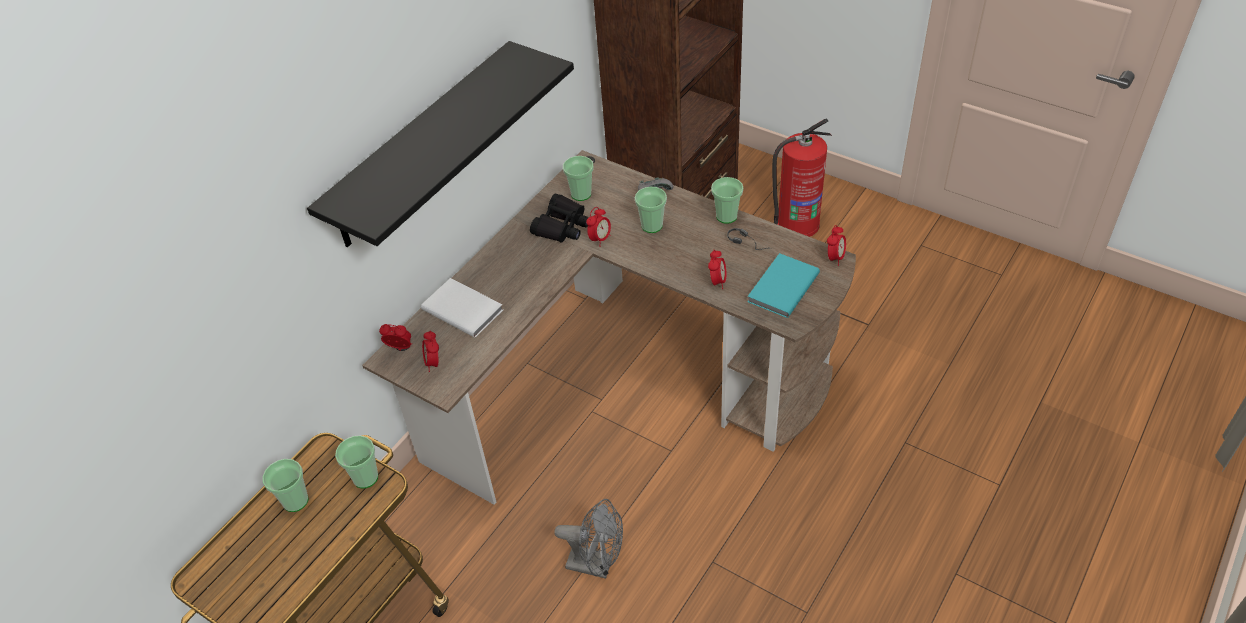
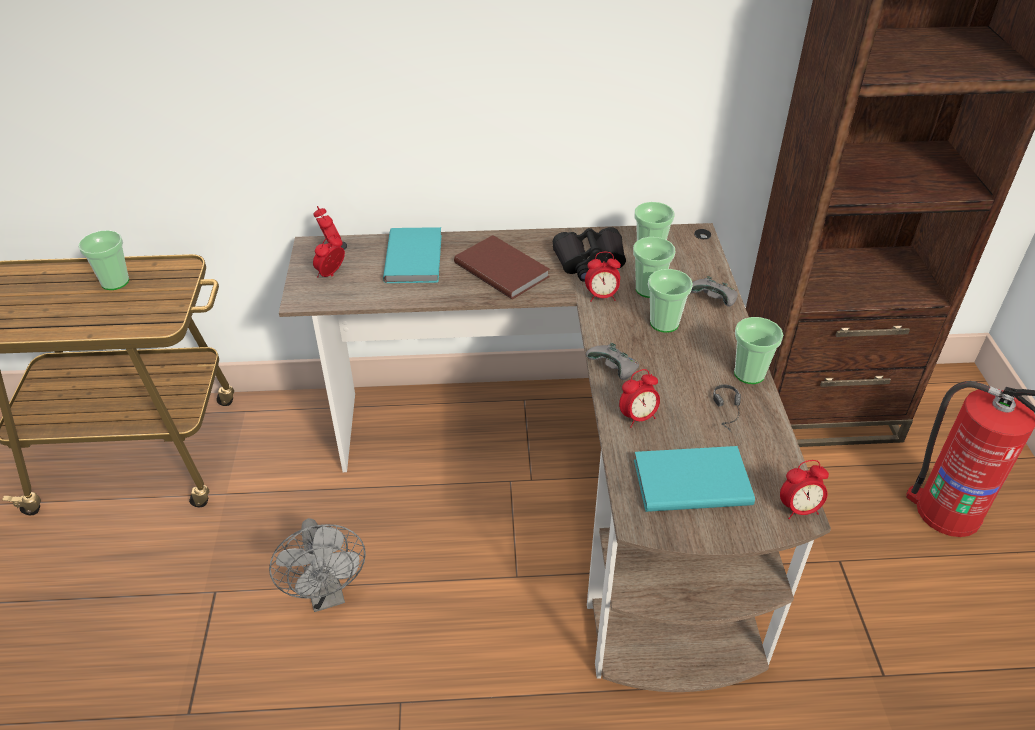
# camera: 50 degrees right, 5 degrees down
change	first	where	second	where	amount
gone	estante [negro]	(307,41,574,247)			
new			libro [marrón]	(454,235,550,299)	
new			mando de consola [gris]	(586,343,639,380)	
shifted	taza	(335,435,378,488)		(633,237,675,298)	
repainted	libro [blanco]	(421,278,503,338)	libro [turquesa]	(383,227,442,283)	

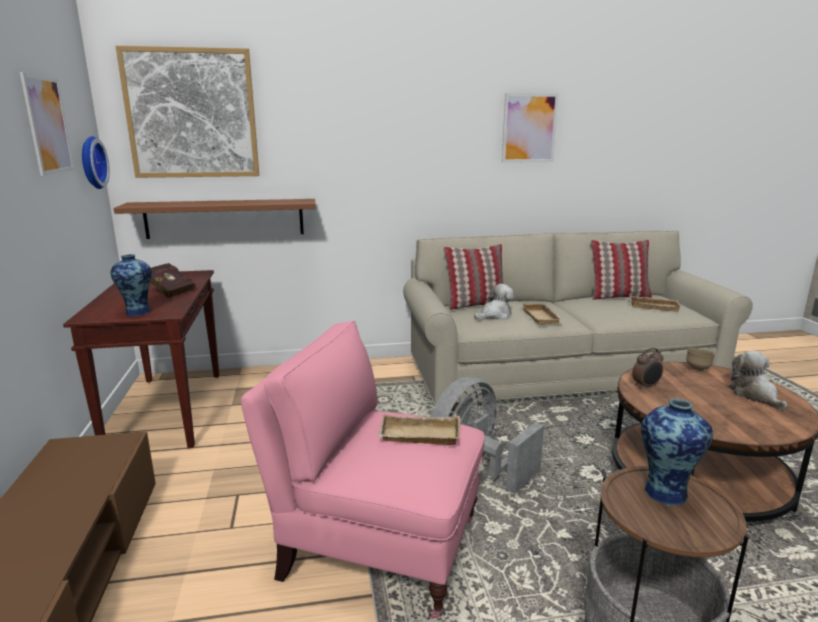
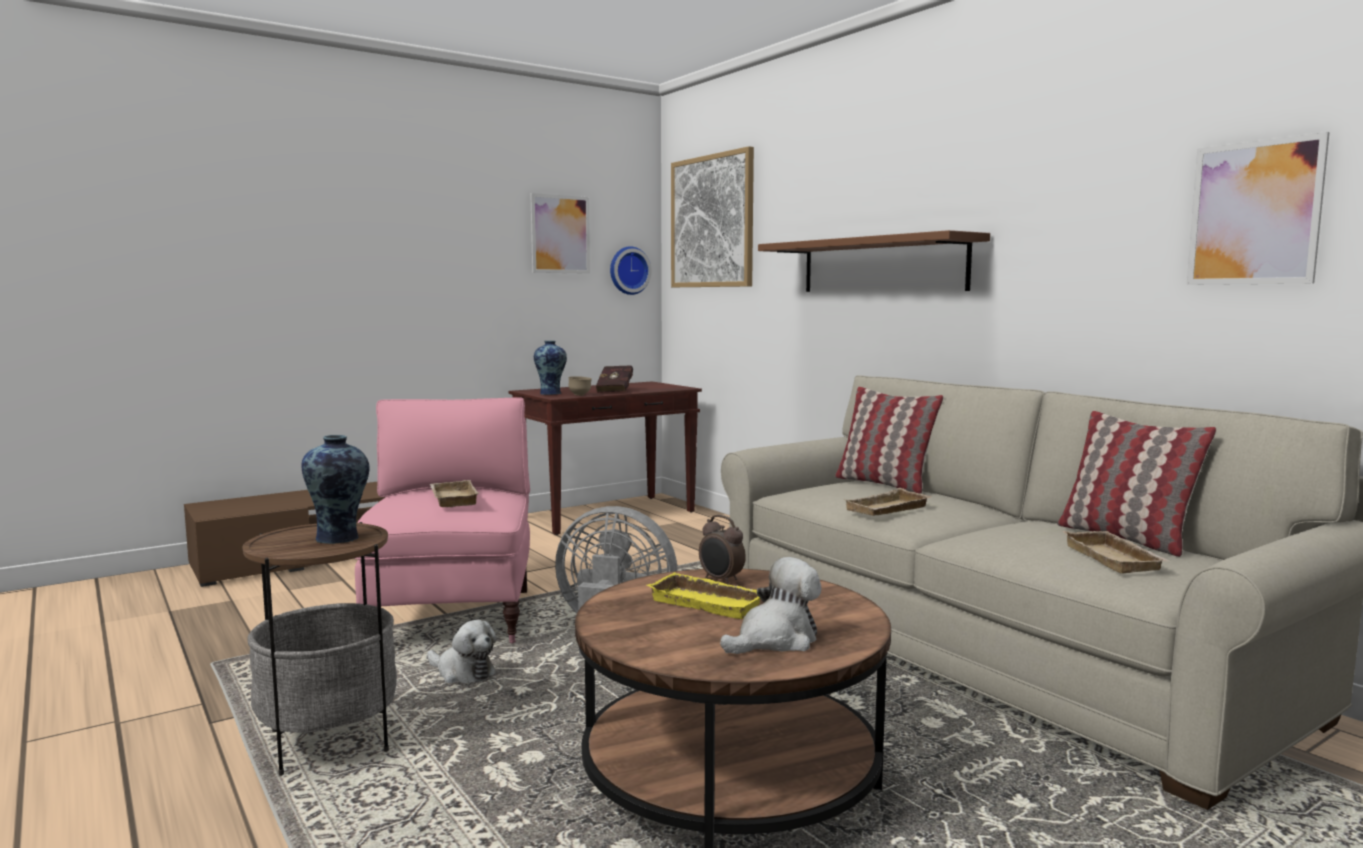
# camera: 65 degrees right, 10 degrees down
change	first	where	second	where	amount
new			bandeja [amarillo]	(646,572,760,619)	
shifted	estante [marrón]	(113,199,316,239)		(758,230,990,292)	
shifted	peluche	(474,284,514,320)		(427,620,497,683)	
shifted	cuadro	(502,93,559,163)		(1187,132,1330,285)	
shifted	cuenco [marrón]	(686,348,715,371)		(568,376,592,396)	

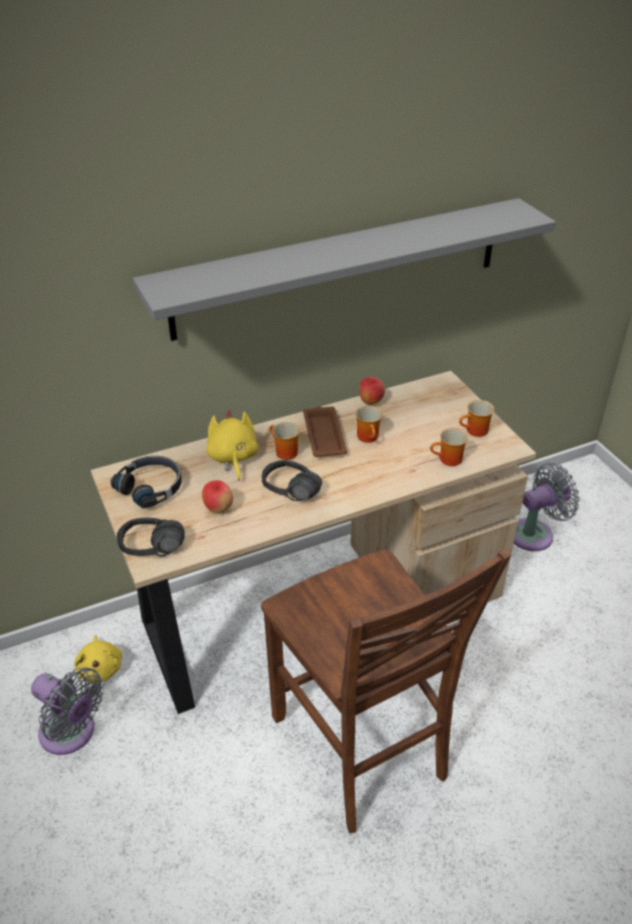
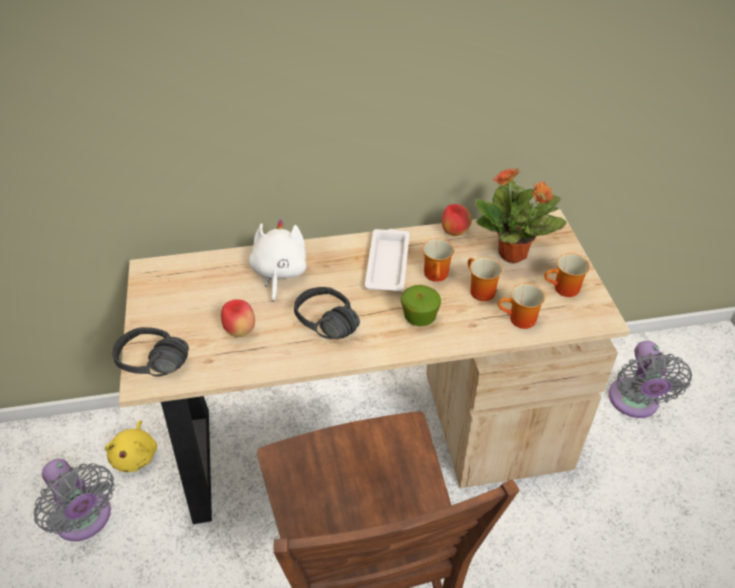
# camera: 15 degrees right, 5 degrees up
change	first	where	second	where	amount
gone	auriculares [negro]	(110,456,182,509)			
gone	estante [gris]	(133,198,556,341)			
new			manzana	(401,285,441,326)	
new			planta en maceta	(474,168,566,263)	
shifted	taza grande	(270,422,300,460)		(468,257,503,301)	
repainted	peluche [amarillo]	(206,410,258,481)	peluche [blanco]	(249,219,307,302)	
repainted	bandeja [marrón]	(303,407,347,457)	bandeja [blanco]	(365,229,410,291)	
rotated	ventilador [gris]	(514,463,580,551)		(609,341,692,418)	105 degrees clockwise

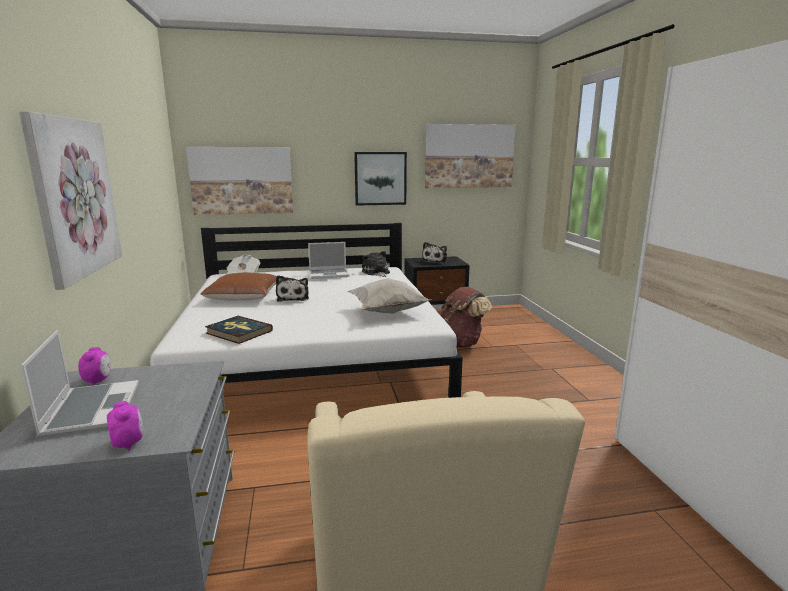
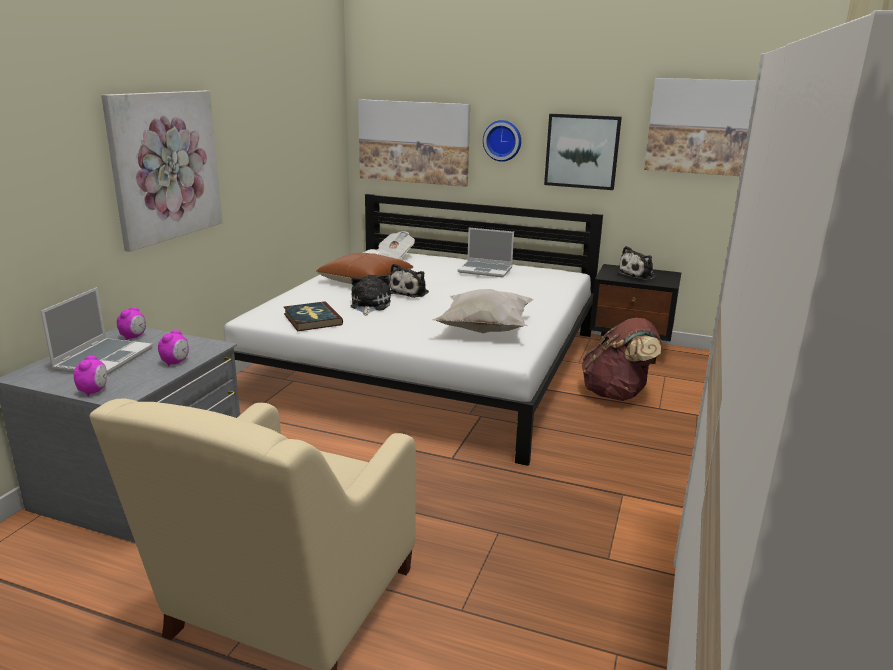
# camera: 30 degrees right, 5 degrees up
change	first	where	second	where	amount
new			despertador	(158,330,189,366)	
new			reloj de pared	(483,120,521,162)	
shifted	peluche	(362,251,390,277)		(351,275,391,315)	

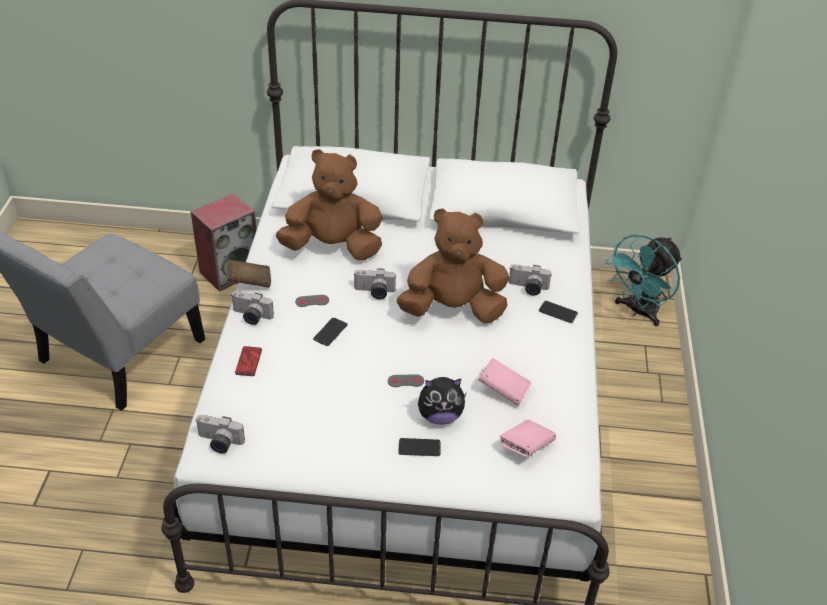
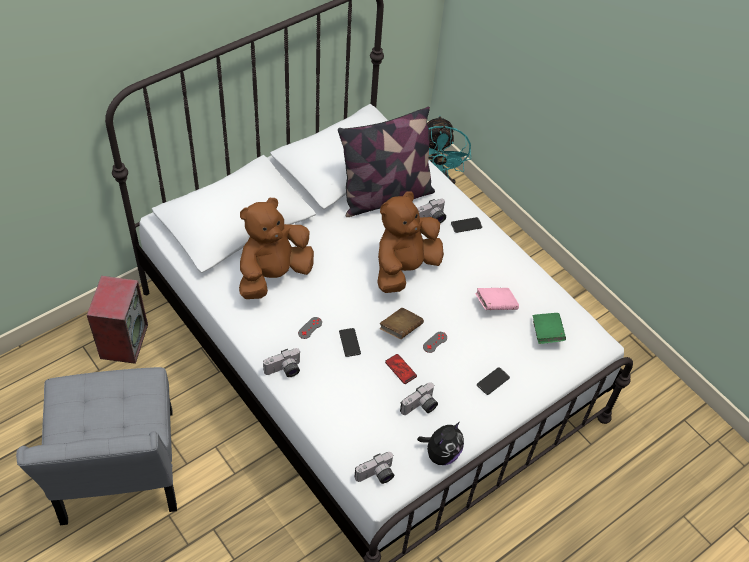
# camera: 45 degrees left, 10 degrees up
change	first	where	second	where	amount
new			cojín	(338,106,435,217)	
shifted	libro [marrón]	(226,259,271,288)		(380,308,424,339)	
shifted	móvil	(235,346,262,376)		(385,354,417,384)	
shifted	cámara	(354,268,397,299)		(400,382,438,415)	
shifted	peluche	(418,377,466,425)		(417,422,464,465)	
repainted	libro [rosa]	(499,420,556,457)	libro [verde]	(533,313,566,344)	

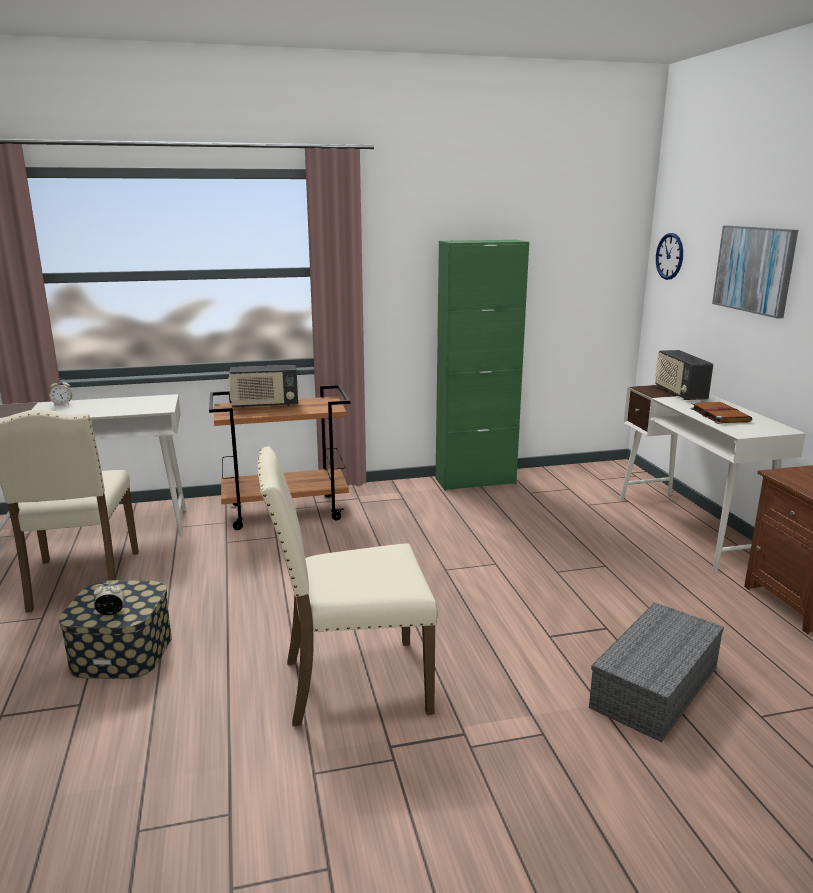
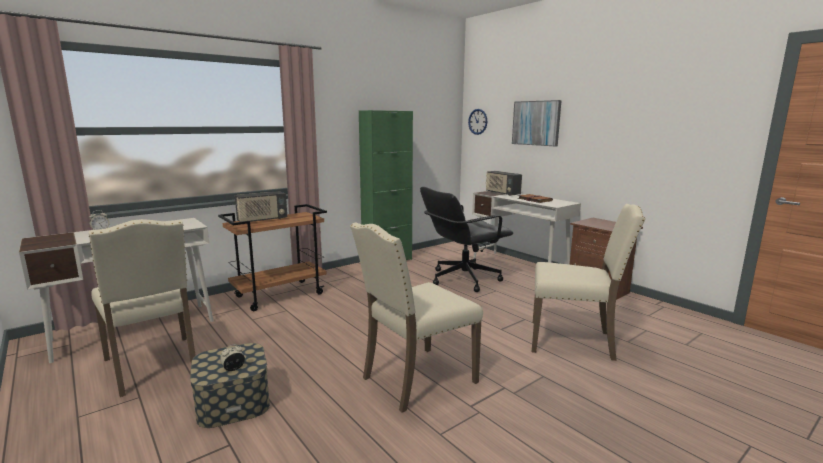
# camera: 25 degrees left, 5 degrees down
change	first	where	second	where	amount
new			silla de oficina [negro]	(420,187,513,292)	
swapped	caja de almacenaje [gris]	(589,602,724,742)	silla [beis]	(532,204,646,361)	

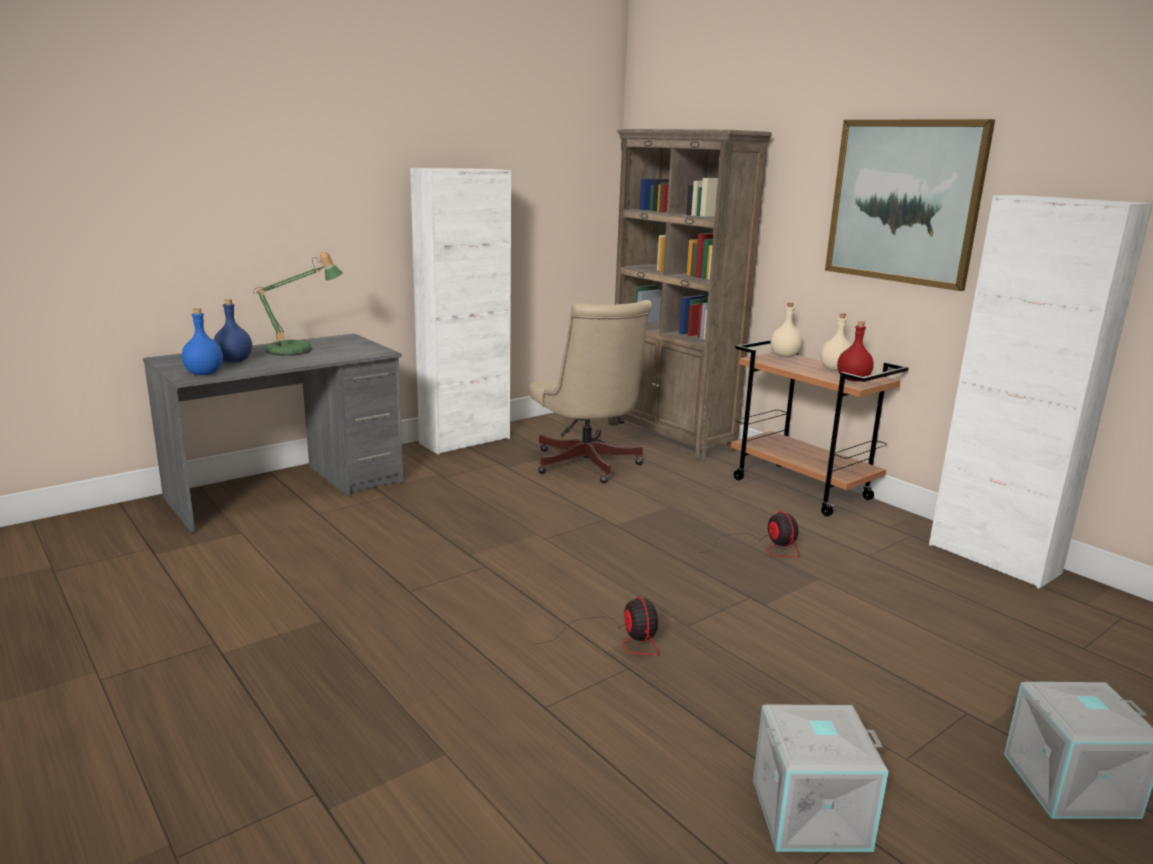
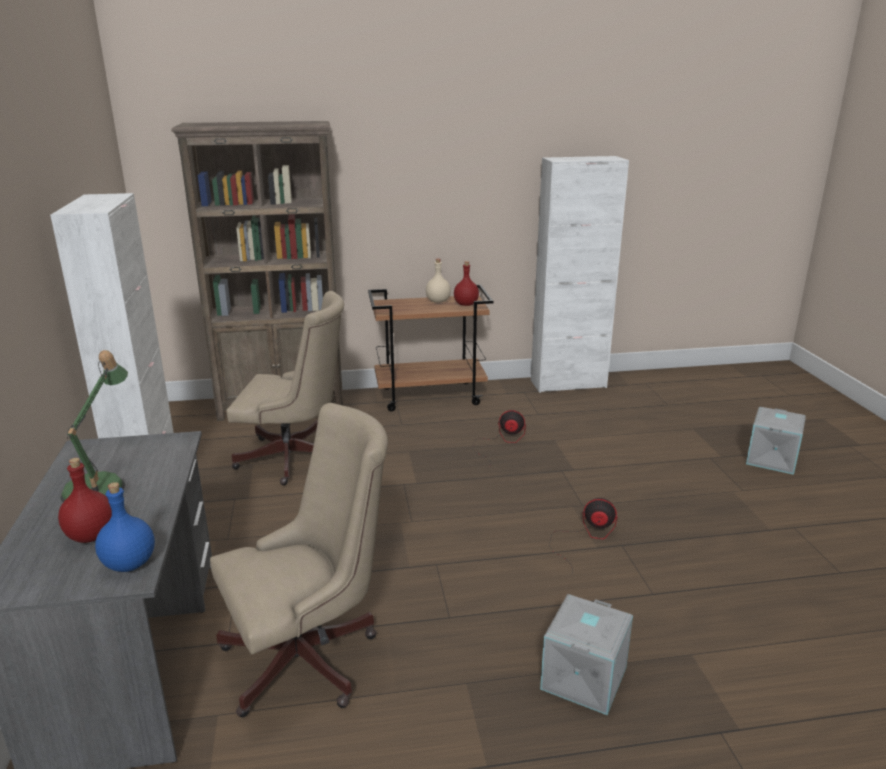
# camera: 60 degrees left, 5 degrees up
change	first	where	second	where	amount
gone	botella [beis]	(770,302,802,357)			
gone	cuadro	(825,119,995,291)			
new			silla de oficina [beis]	(210,403,388,717)	
shifted	caja de almacenaje [gris]	(753,704,889,852)		(540,594,633,715)	
repainted	botella [azul]	(214,299,252,362)	botella [rojo]	(58,458,112,543)	

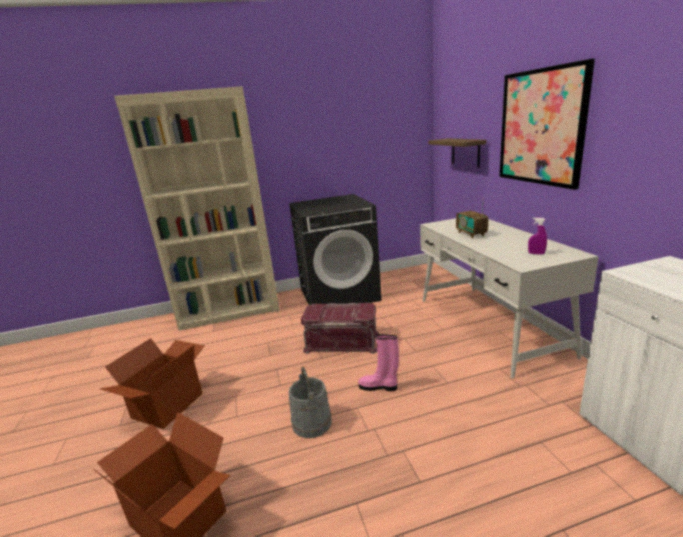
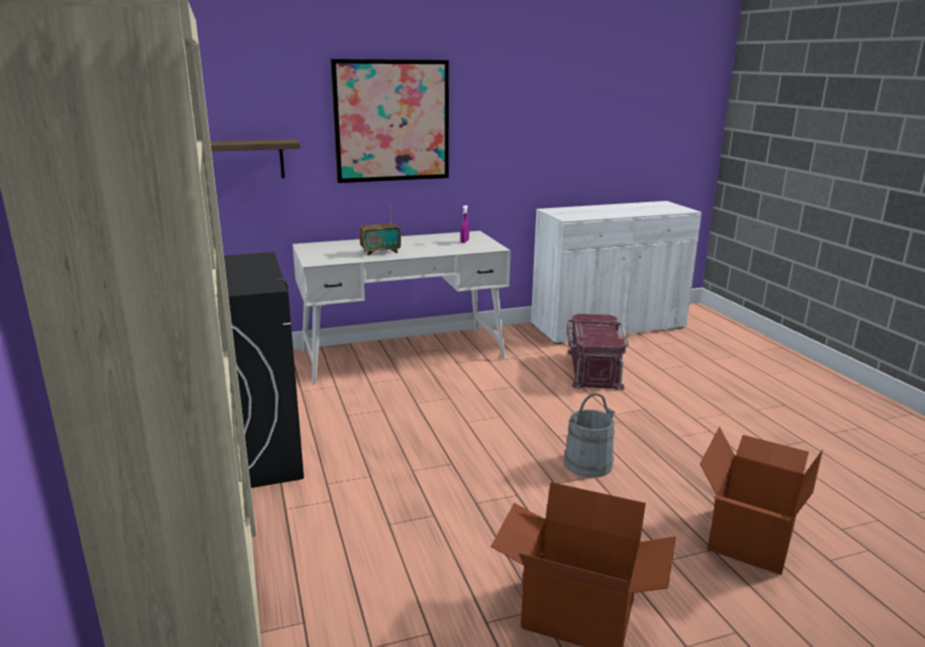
# camera: 95 degrees left, 0 degrees up
change	first	where	second	where	amount
gone	bota [rosa]	(358,334,399,391)			
shifted	caja de almacenaje [rojo]	(301,303,379,354)		(567,314,629,391)	

